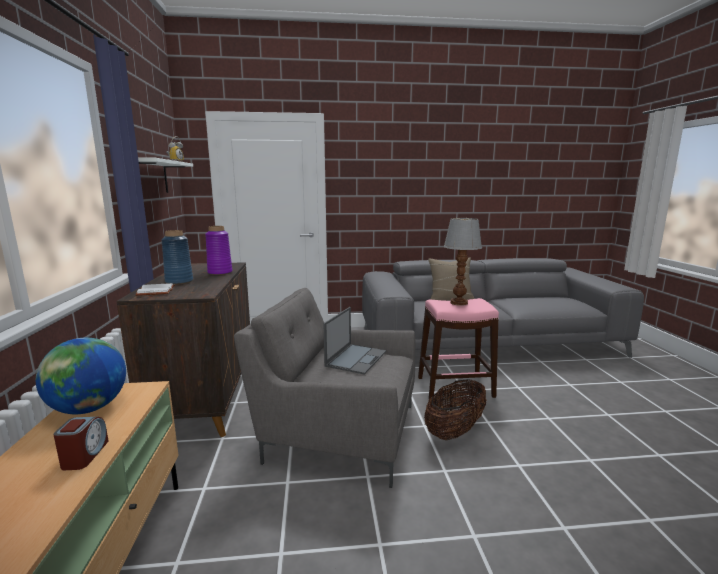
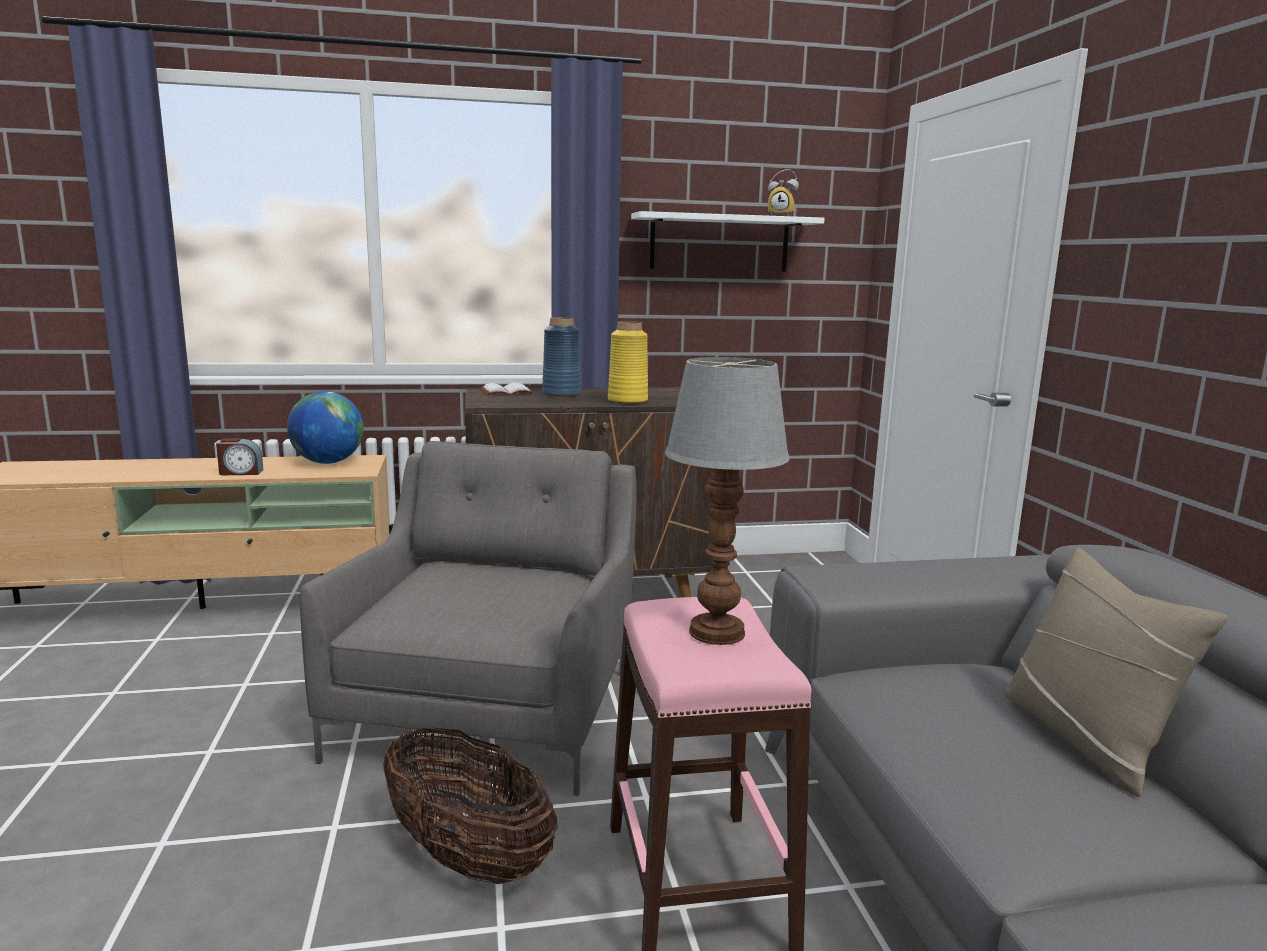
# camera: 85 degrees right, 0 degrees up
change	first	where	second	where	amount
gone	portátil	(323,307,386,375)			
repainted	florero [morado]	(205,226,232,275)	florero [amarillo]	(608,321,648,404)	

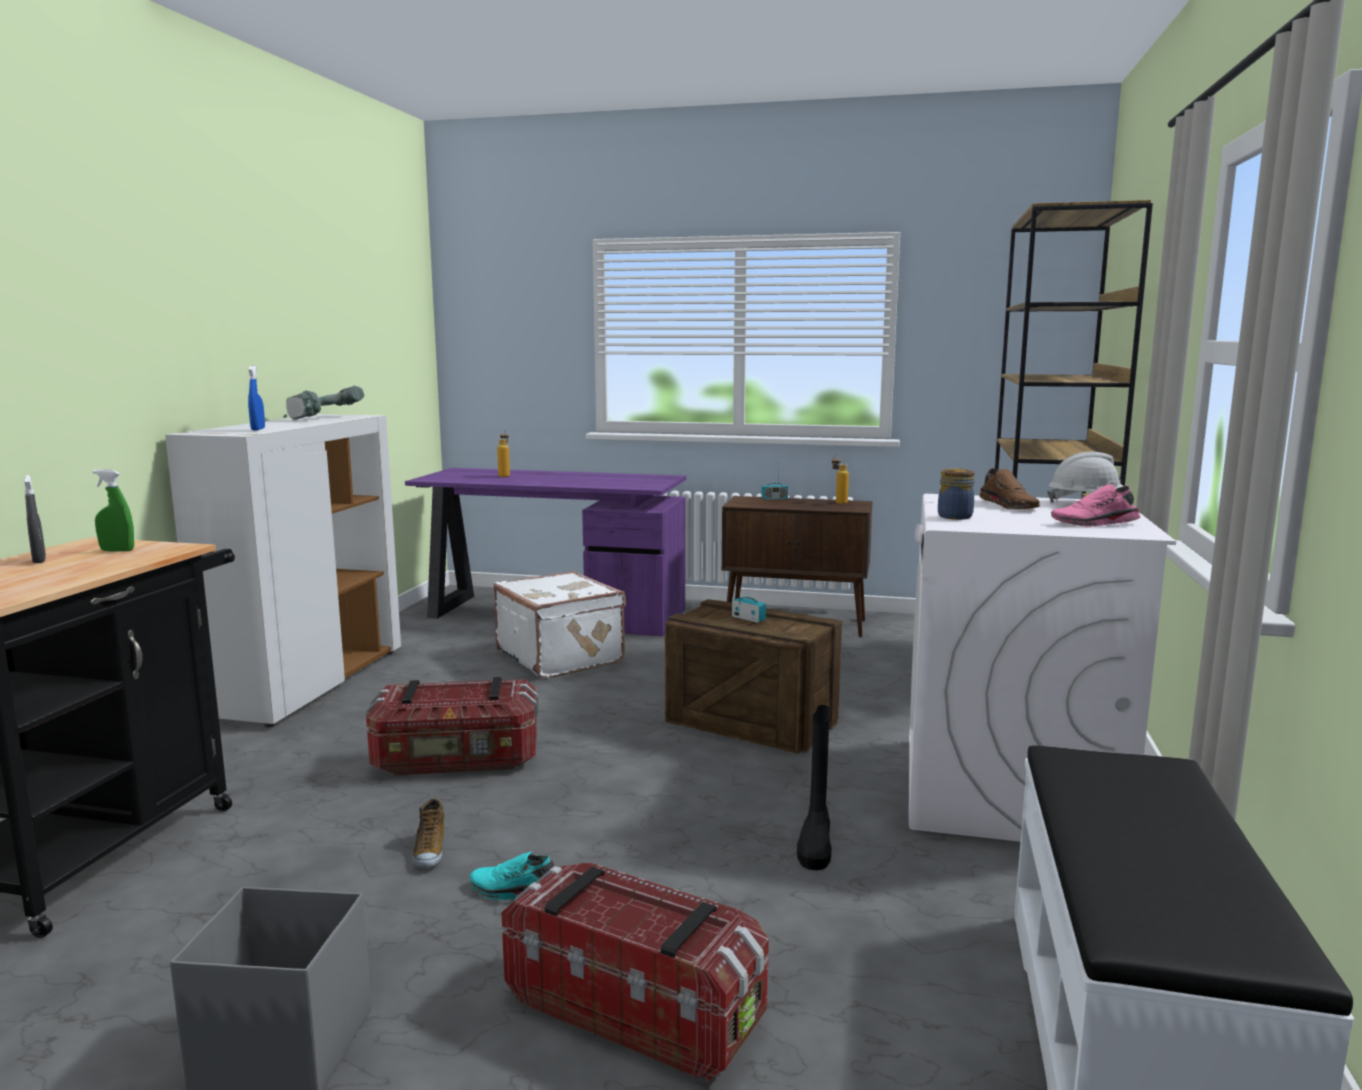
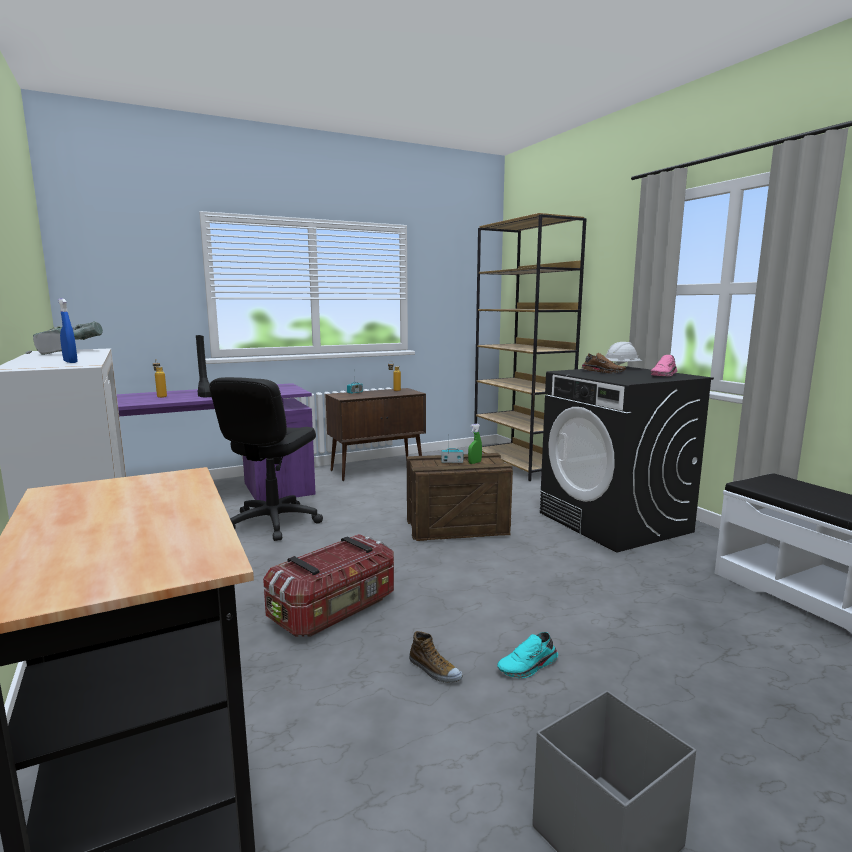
# camera: 40 degrees left, 0 degrees up
change	first	where	second	where	amount
gone	pulverizador [gris]	(24,475,46,563)			
gone	caja de almacenaje	(501,862,769,1082)			
gone	tarro	(938,468,975,520)			
shifted	pulverizador [verde]	(93,470,134,551)		(468,424,482,464)	
shifted	bota [negro]	(797,705,831,870)		(196,335,211,397)	
swapped	maleta [blanco]	(494,571,626,678)	silla de oficina [negro]	(209,377,323,541)	
repainted	lavadora [blanco]	(909,494,1176,842)	lavadora [negro]	(540,366,714,553)	

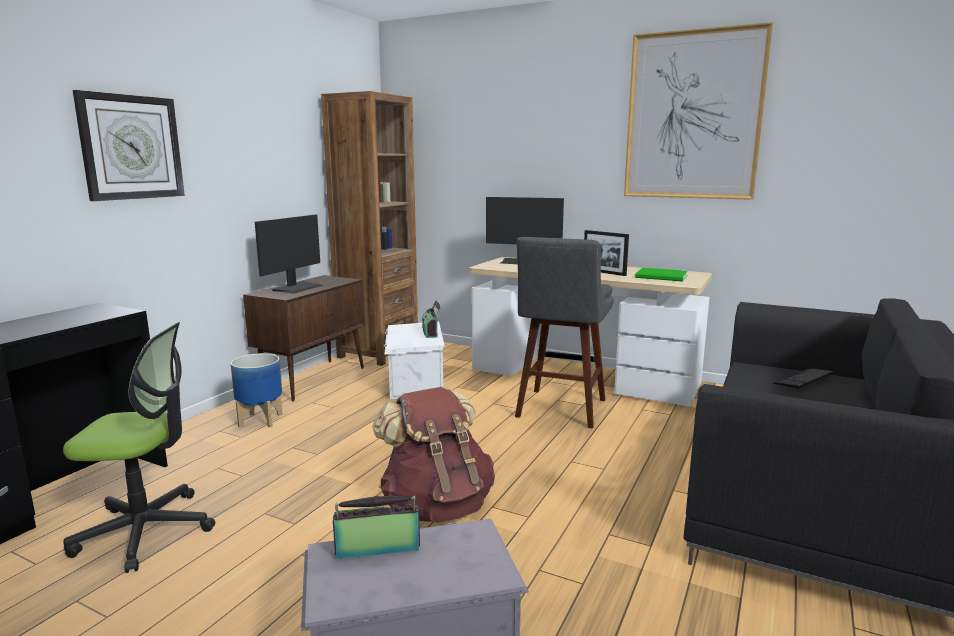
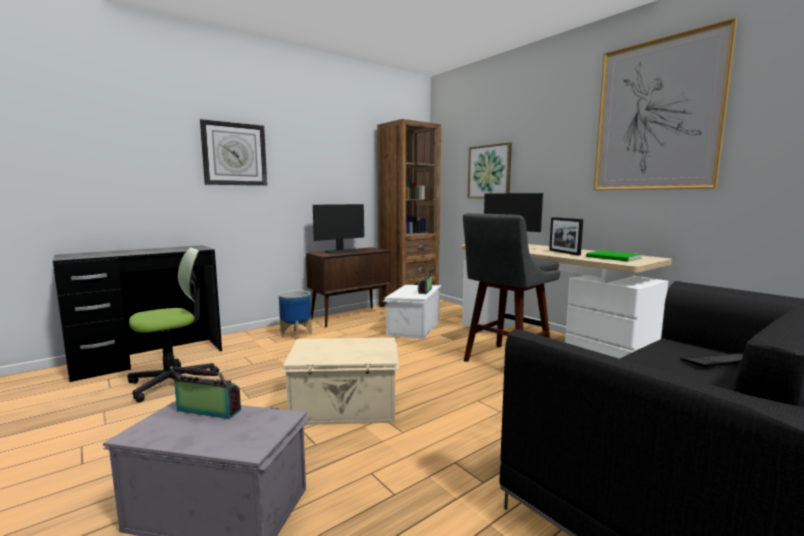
# camera: 25 degrees right, 5 degrees down
change	first	where	second	where	amount
new			cuadro	(468,142,512,198)	
swapped	mochila [marrón]	(373,387,495,523)	caja de almacenaje [beis]	(280,337,399,425)	
rotated	silla de oficina	(63,322,215,573)		(127,247,219,402)	60 degrees counterclockwise

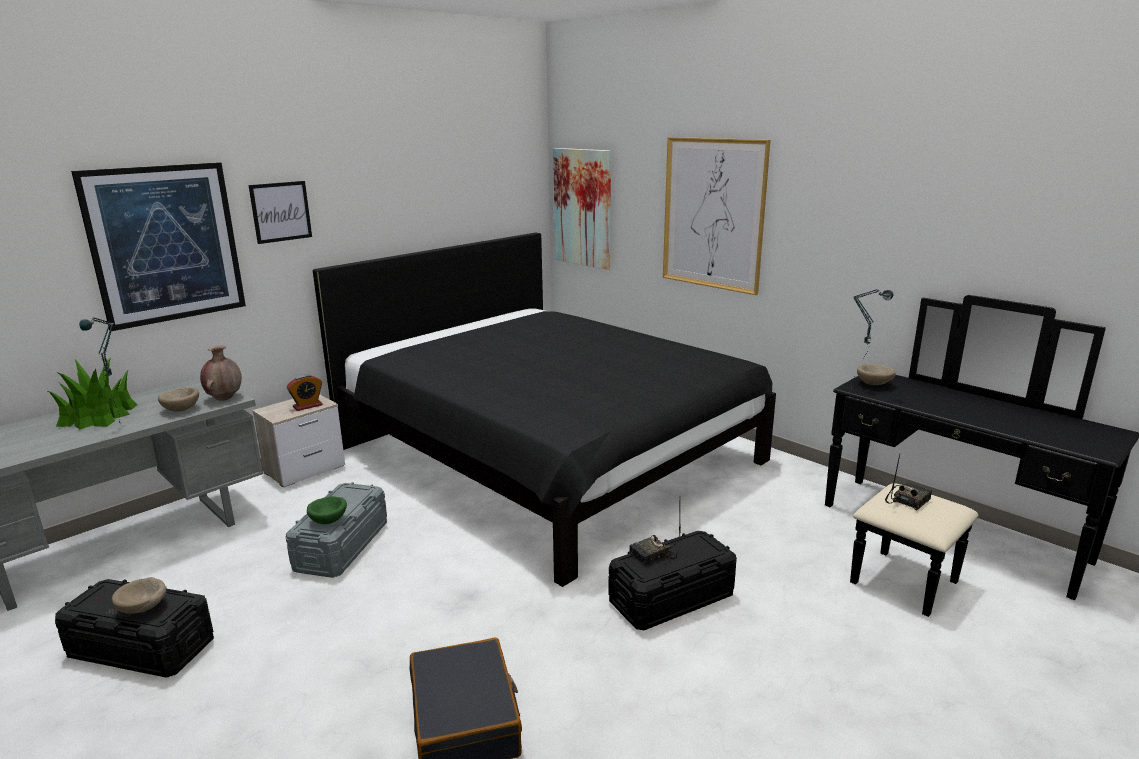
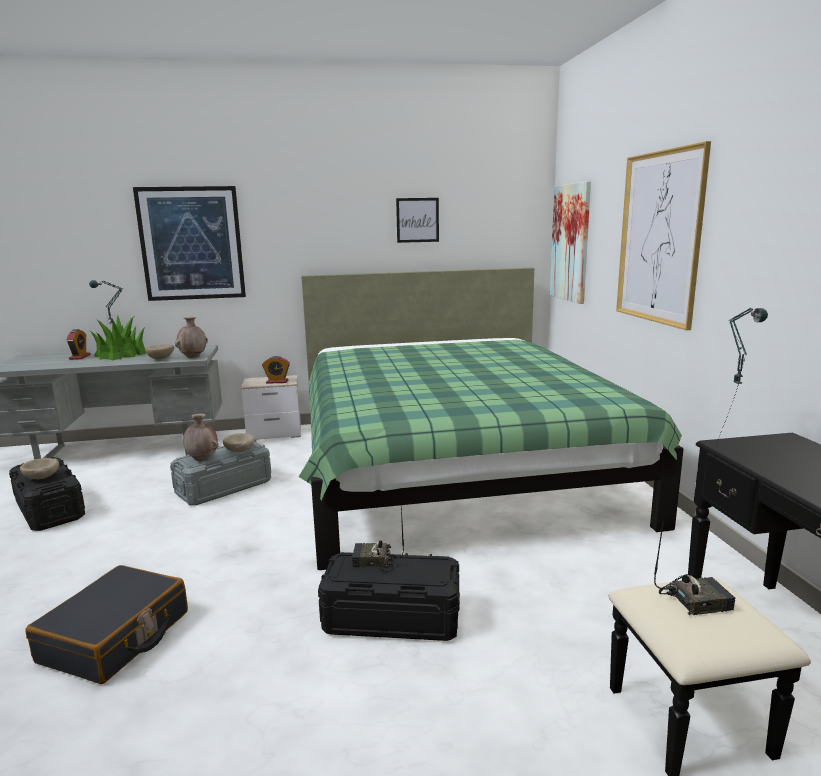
# camera: 35 degrees right, 5 degrees down
change	first	where	second	where	amount
new			despertador	(66,329,91,360)	
shifted	cuadro	(249,181,312,244)		(396,198,439,243)	
shifted	cuenco [beis]	(857,363,896,385)		(223,433,254,452)	
swapped	cuenco [verde]	(307,496,347,524)	florero [marrón]	(183,413,219,461)	
repainted	cama [negro]	(313,233,776,587)	cama [verde]	(299,267,684,570)	

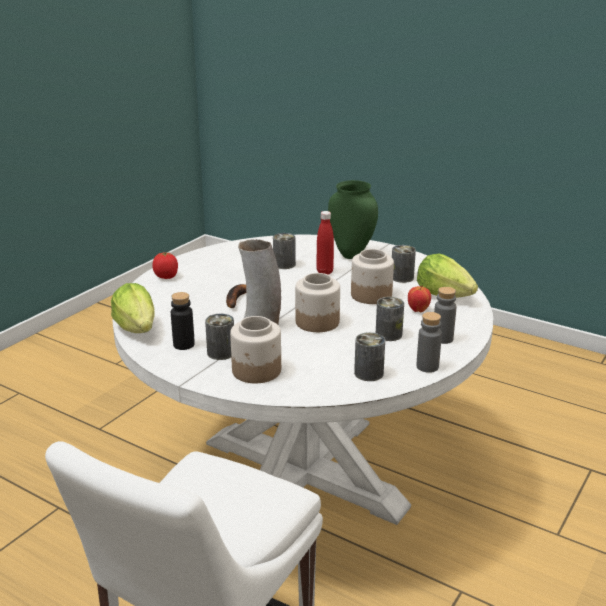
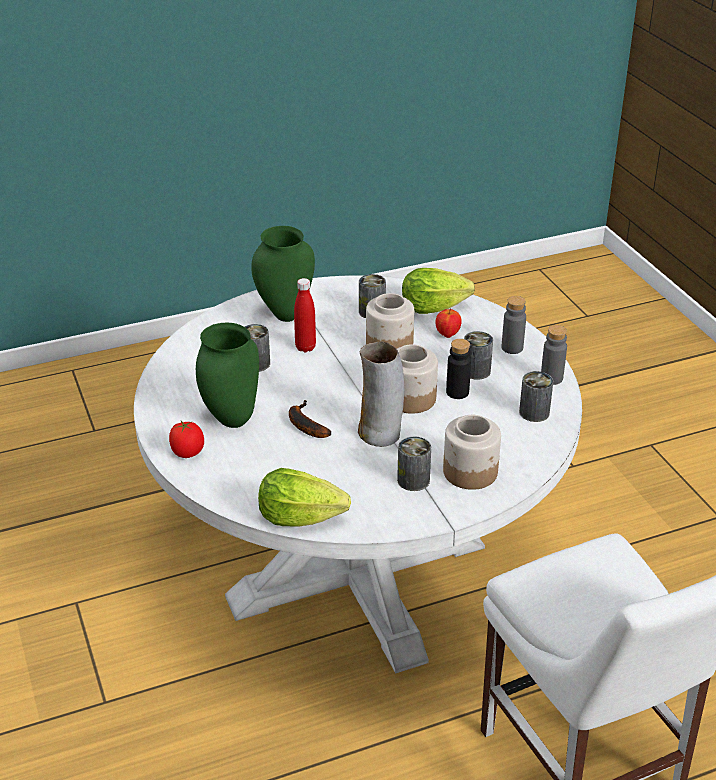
# camera: 55 degrees left, 10 degrees up
change	first	where	second	where	amount
new			florero [verde]	(196,323,259,428)	
shifted	botella [negro]	(171,292,195,350)		(446,339,471,399)	

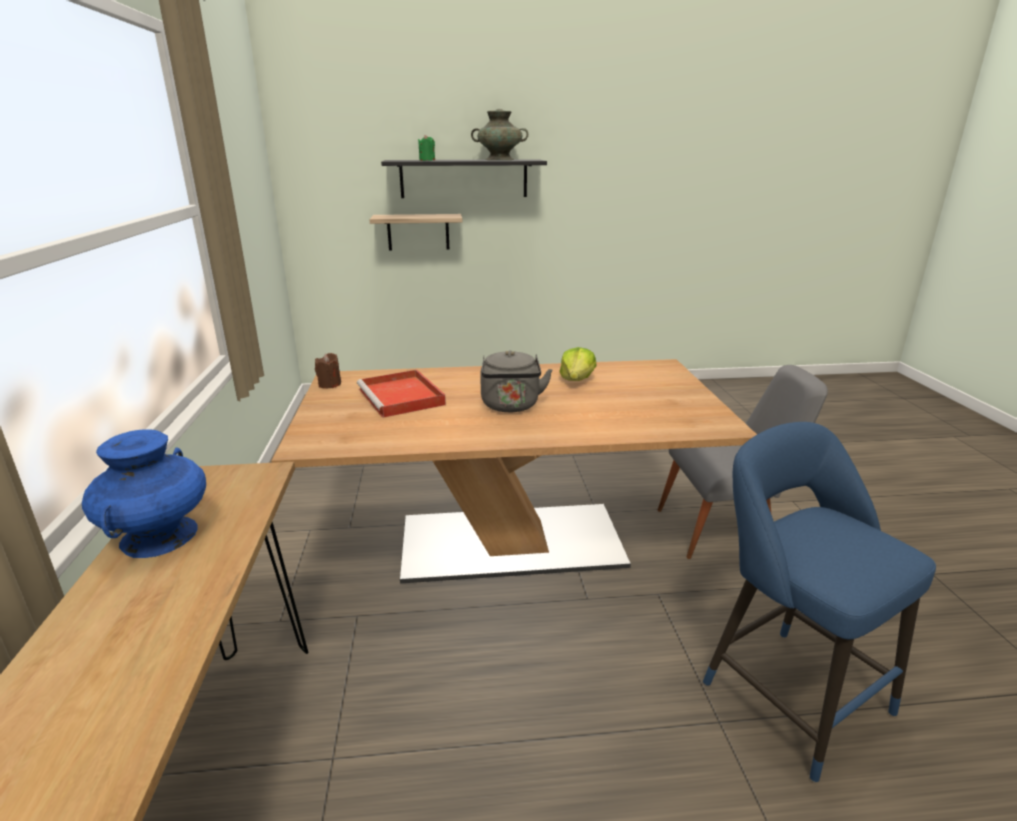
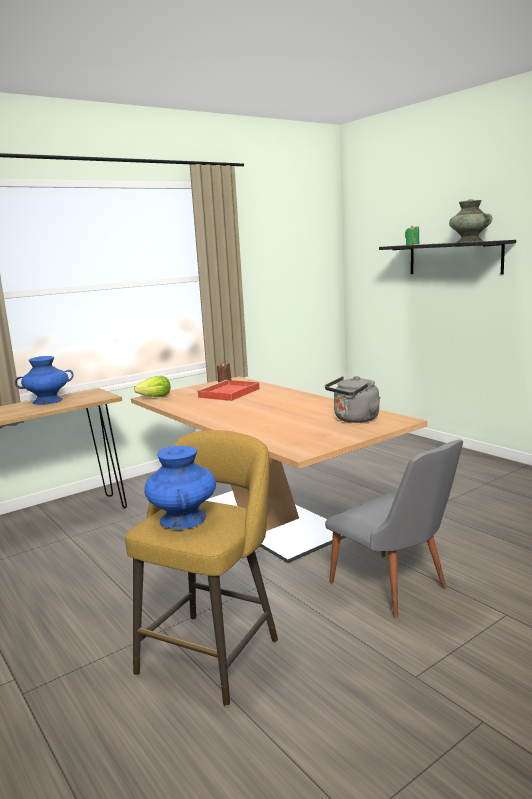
# camera: 60 degrees right, 10 degrees down
change	first	where	second	where	amount
gone	estante	(369,214,462,251)			
new			florero [azul]	(144,446,216,529)	
shifted	hervidor [gris]	(480,350,553,412)		(325,376,380,423)	
shifted	lechuga	(559,347,596,381)		(134,376,170,397)	
repainted	taburete [azul]	(703,422,936,782)	taburete [amarillo]	(125,430,278,706)	

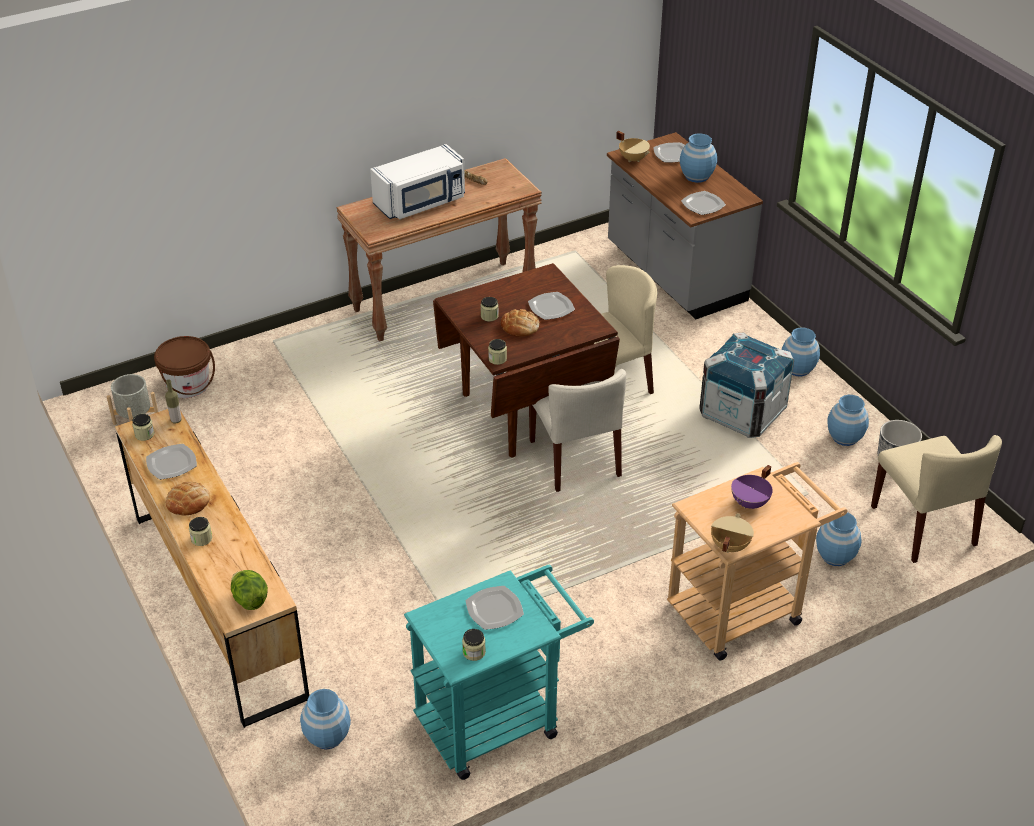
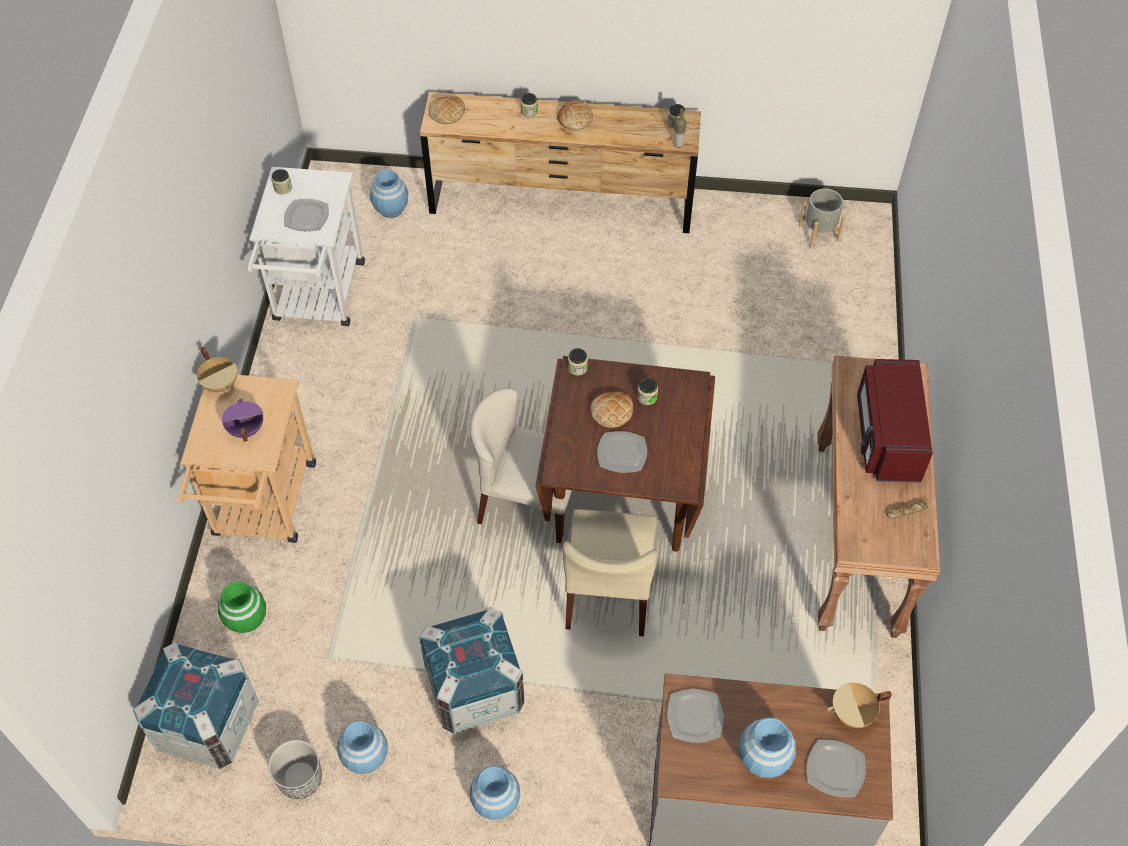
# camera: 125 degrees right, 15 degrees up
change	first	where	second	where	amount
gone	plato	(146,444,197,480)			
gone	cubo [marrón]	(154,336,215,398)			
swapped	lechuga	(231,570,268,610)	pan	(429,96,465,124)	
swapped	silla [beis]	(871,435,1002,563)	caja de embalaje	(133,642,259,769)	
repainted	microondas [blanco]	(370,144,465,219)	microondas [rojo]	(857,359,933,482)	
repainted	carrito [turquesa]	(404,565,594,780)	carrito [blanco]	(248,167,365,326)	
repainted	florero [azul]	(816,512,862,566)	florero [verde]	(218,582,266,633)	

